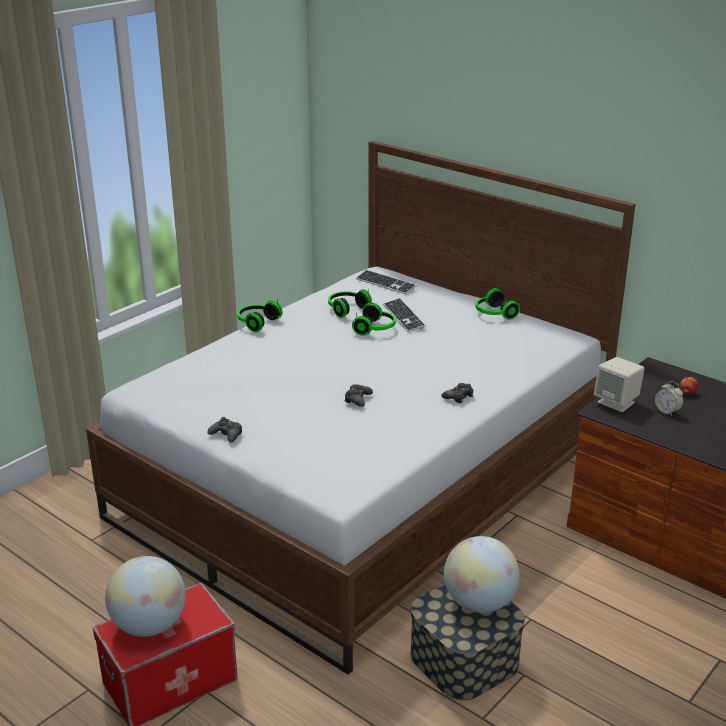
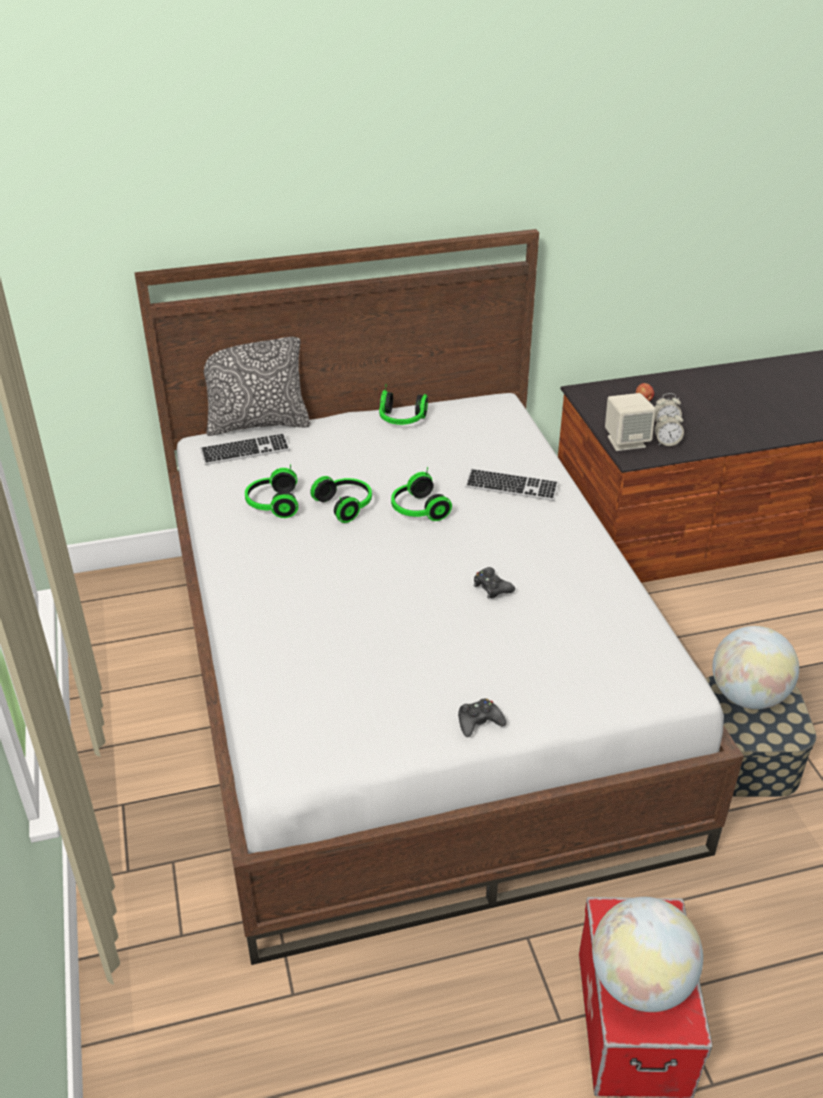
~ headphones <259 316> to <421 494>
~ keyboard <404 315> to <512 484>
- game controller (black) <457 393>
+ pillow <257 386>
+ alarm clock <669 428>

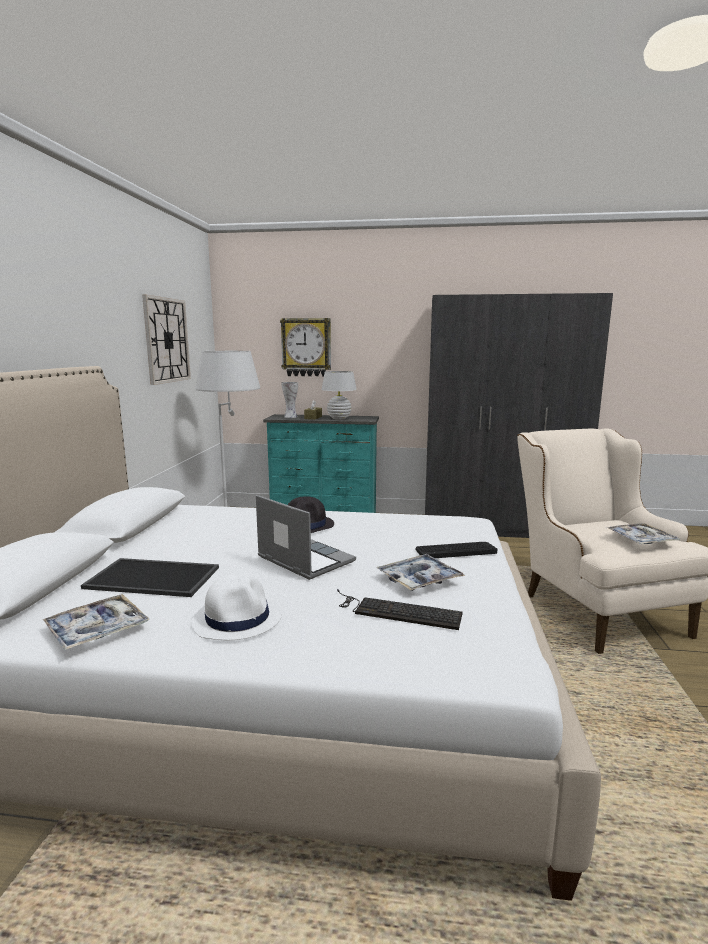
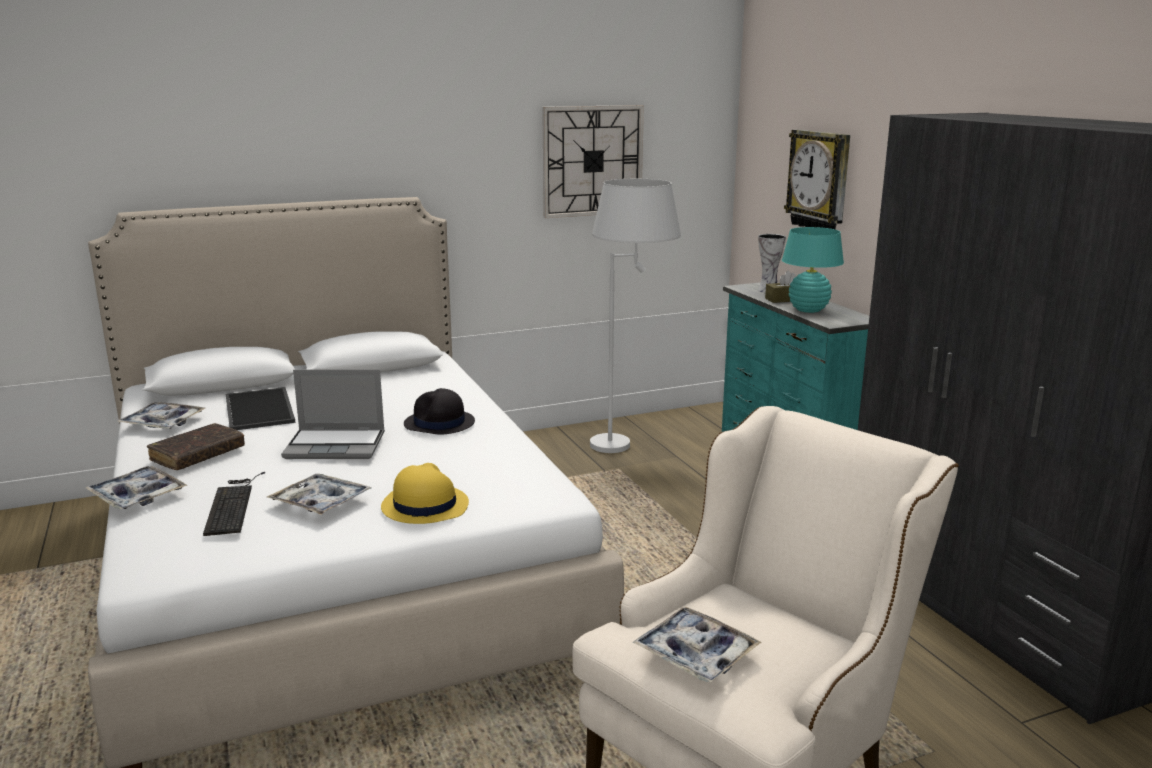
~ hat (white) <237 607> to book (brown) <196 446>
~ laptop <306 537> = <333 414> 75 degrees clockwise
~ table lamp (white) <339 395> to table lamp (turquoise) <813 270>
~ keyboard <456 550> to hat (yellow) <425 493>
+ tray <136 487>

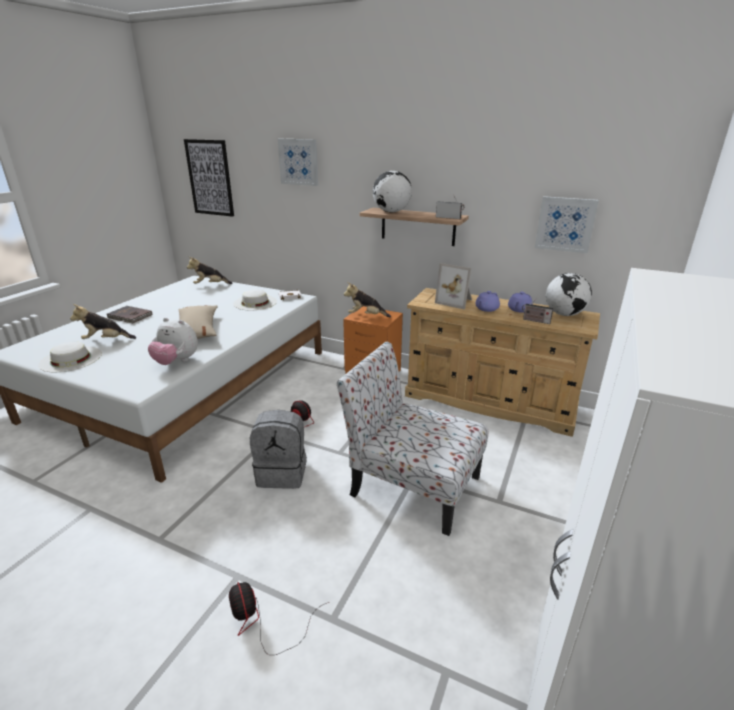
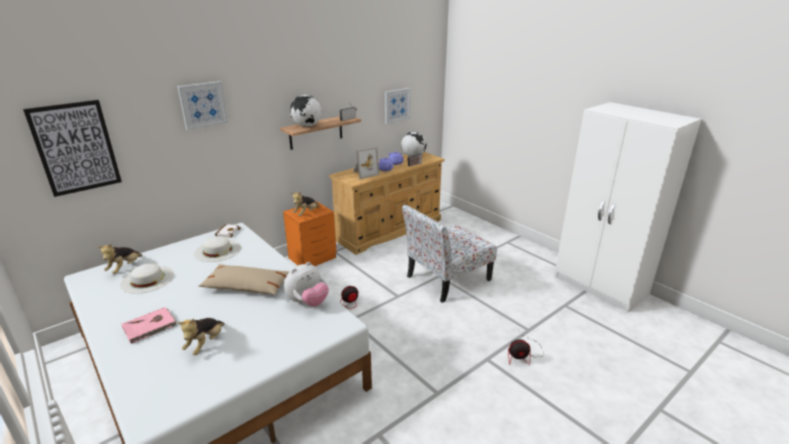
~ hat (white) <70 357> to <147 278>
~ book (brown) <129 315> to book (pink) <149 325>
- backpack (grey) <278 449>

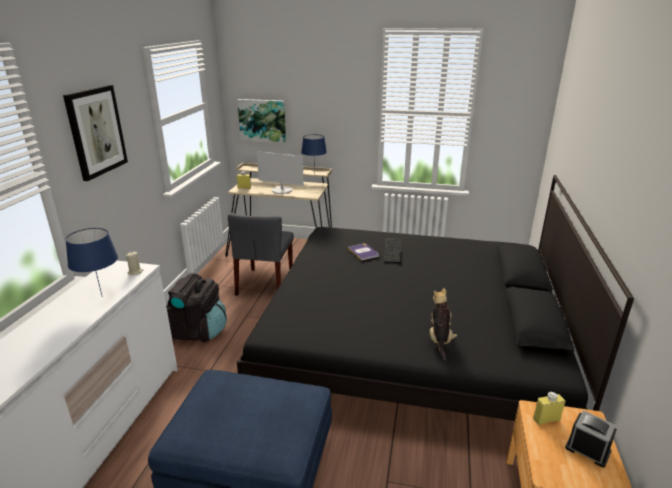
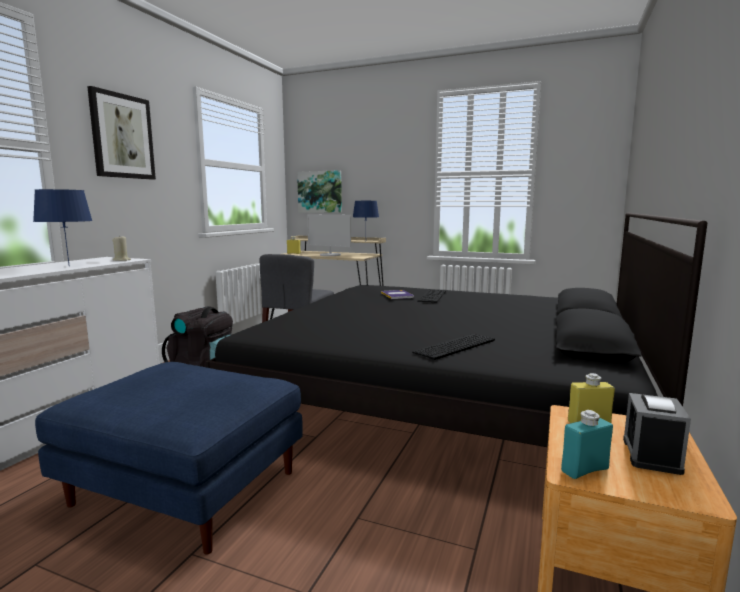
~ plush toy <443 324> to keyboard <453 347>
~ alarm clock <591 439> = <657 434> 120 degrees counterclockwise
+ bottle (turquoise) <587 444>

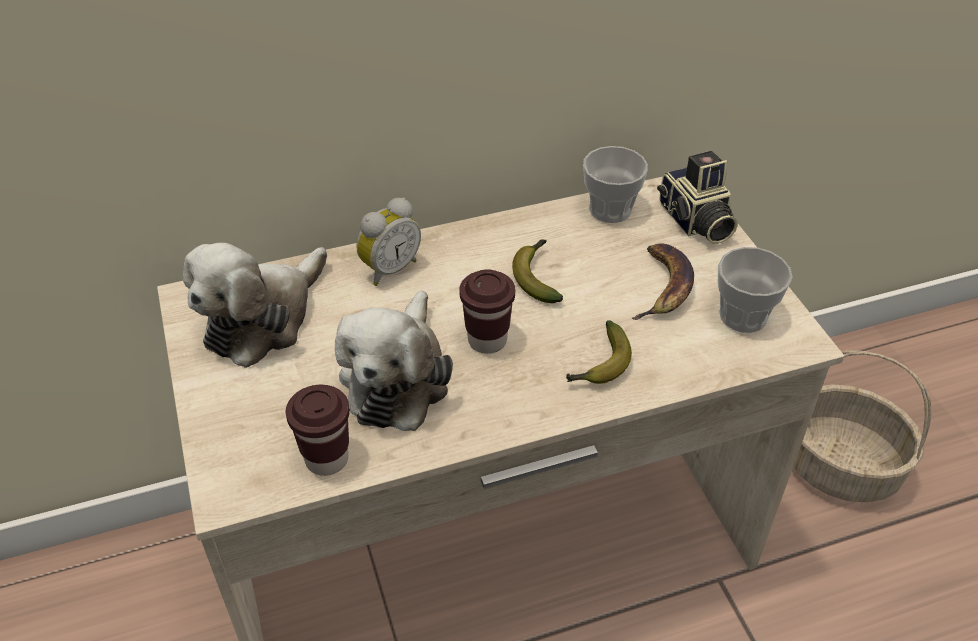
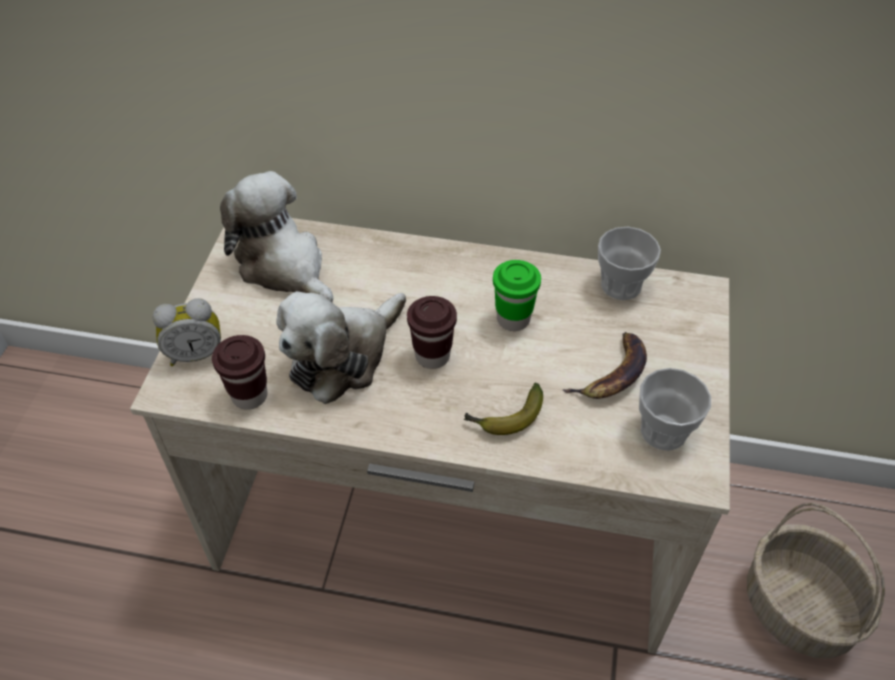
~ plush toy <255 305> = <276 236> 75 degrees clockwise
~ alarm clock <388 242> to <186 332>
~ banana <537 271> to cup (green) <517 295>
- photo camera <697 197>

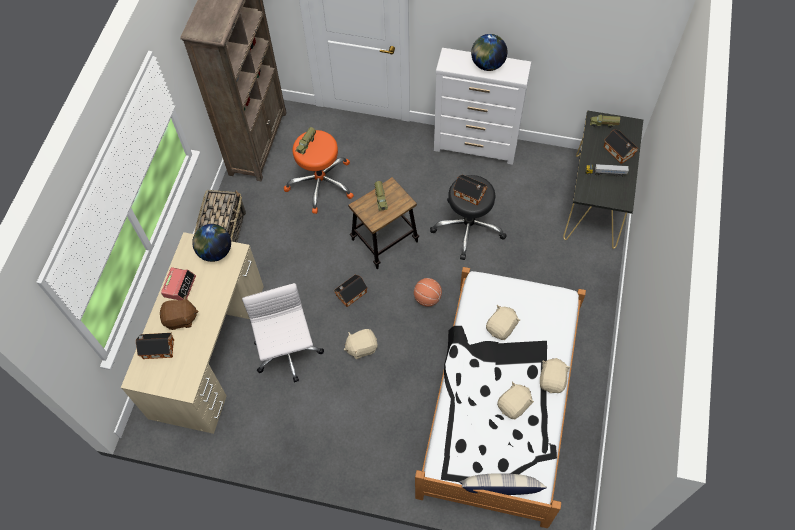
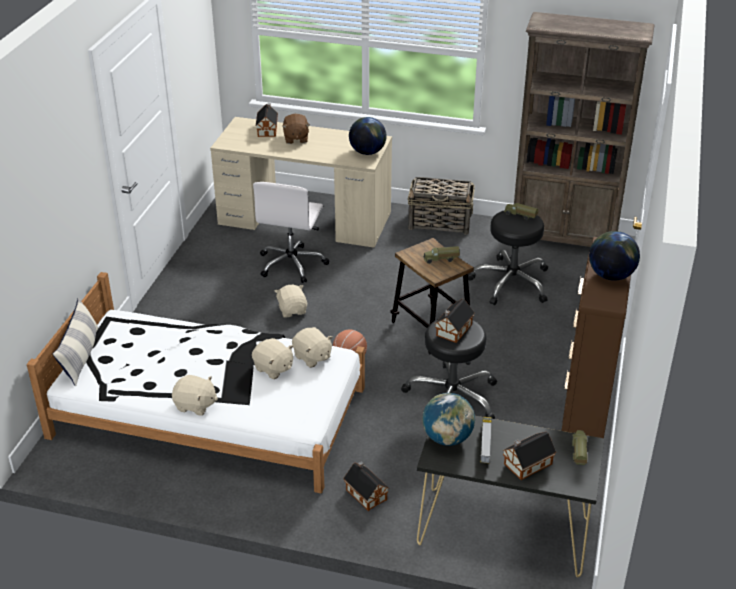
- alarm clock <178 283>
~ office chair (white) <283 332> = <291 232> 120 degrees clockwise
~ stool (orange) <319 172> to stool (black) <508 258>
~ toy house <351 291> to <366 486>
~ dresser (white) <483 106> to dresser (brown) <596 337>
~ plush toy (beige) <515 400> to <312 347>
+ globe <448 419>

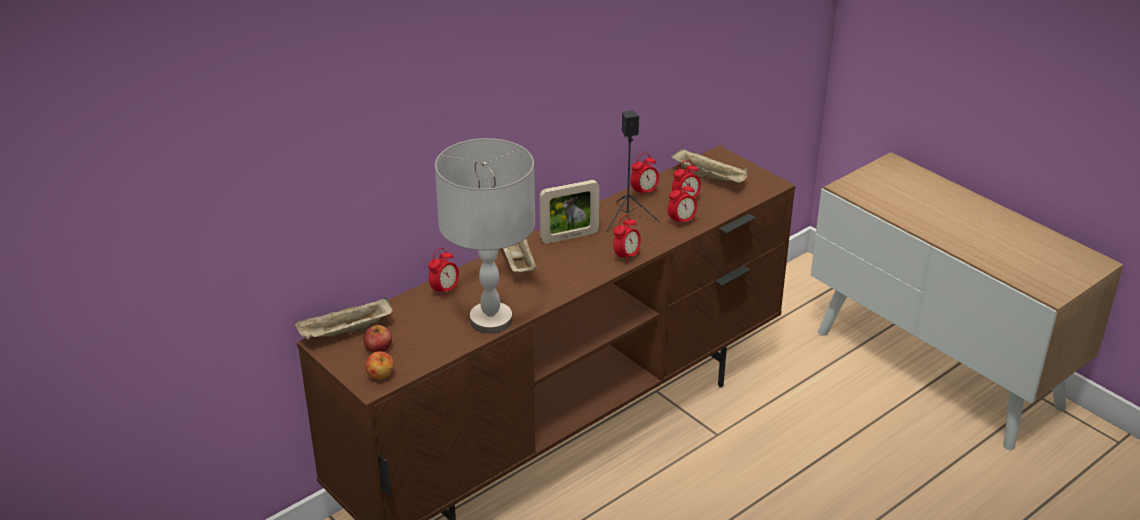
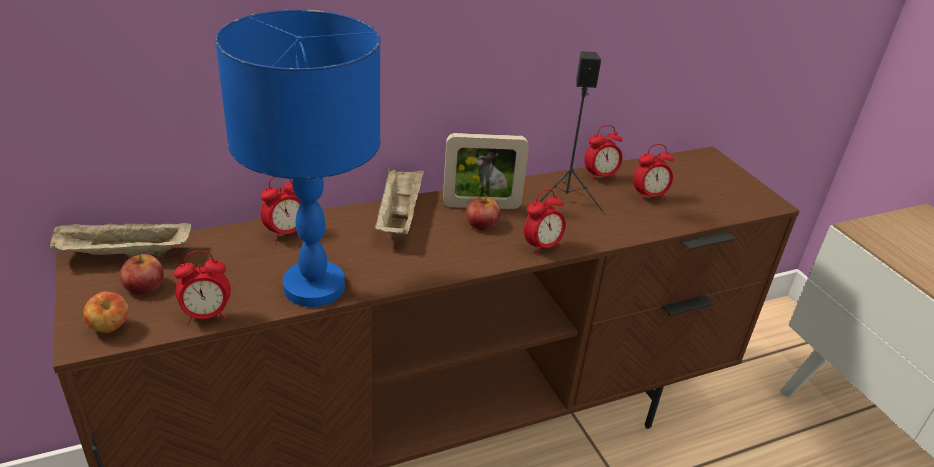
~ table lamp (grey) <485 236> to table lamp (blue) <298 158>
~ alarm clock <682 204> to <202 288>
- tray (beige) <710 166>
+ apple <483 213>

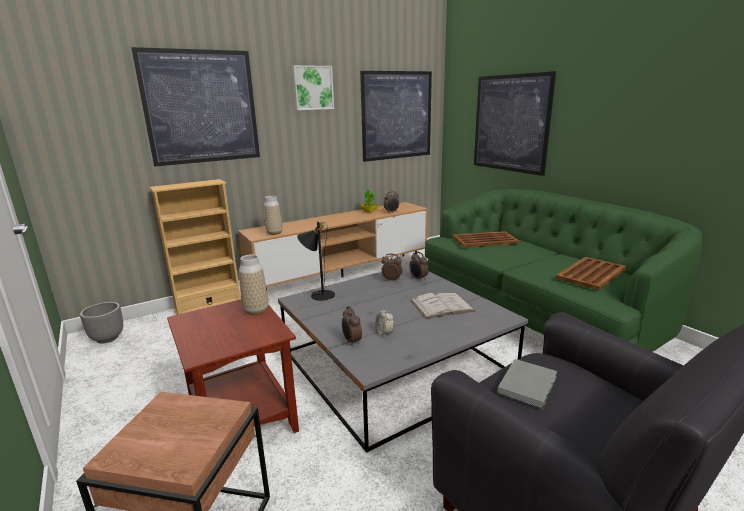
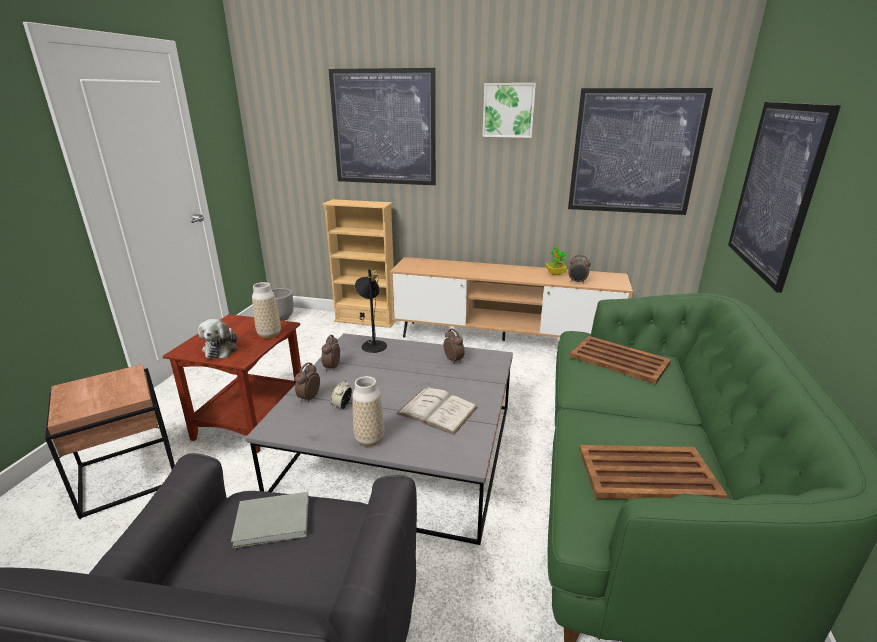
~ vase <273 215> to <368 411>
~ alarm clock <418 266> to <330 353>
+ plush toy <218 339>

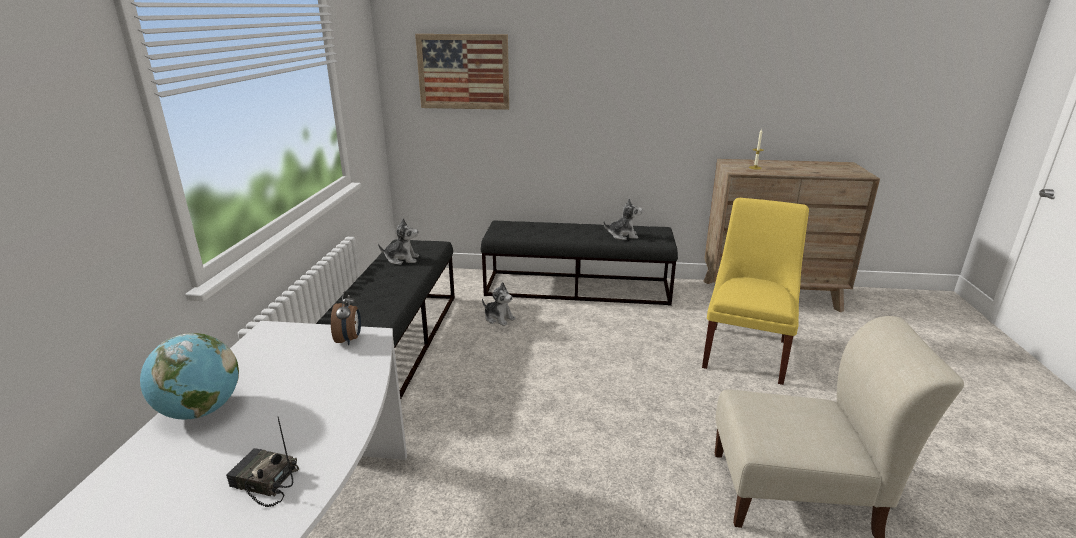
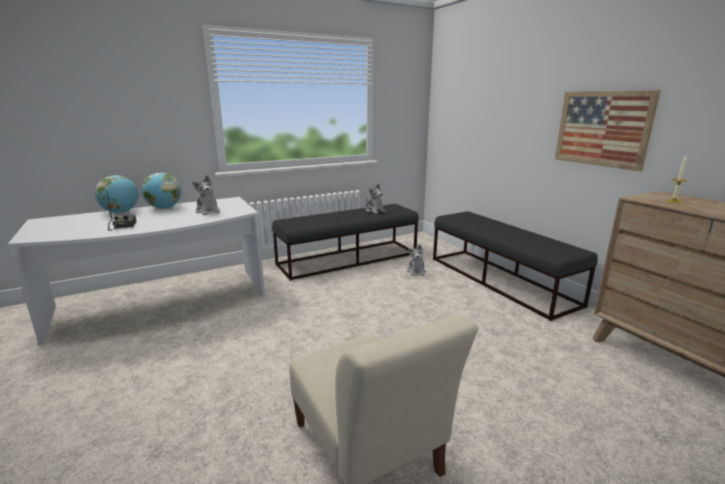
- alarm clock <346 318>
~ picture <462 72> to <608 130>
~ plush toy <623 219> to <206 195>
- chair (yellow) <755 291>
+ globe <116 194>

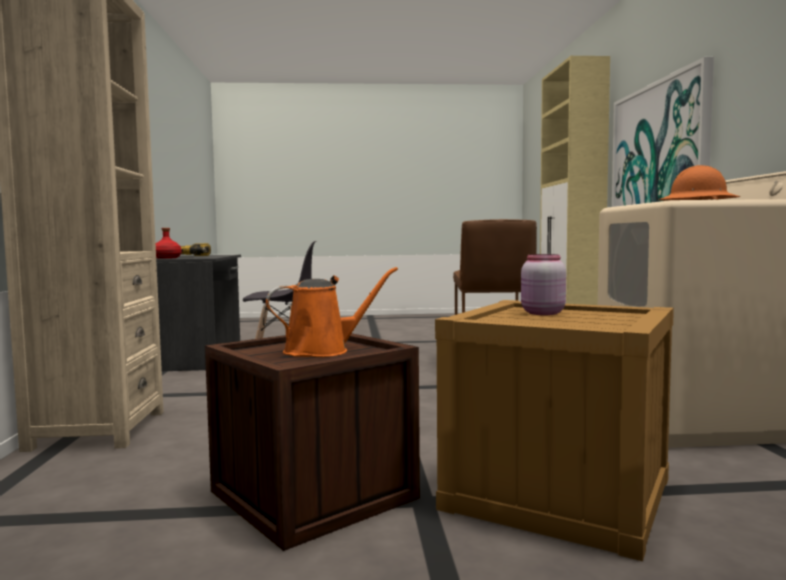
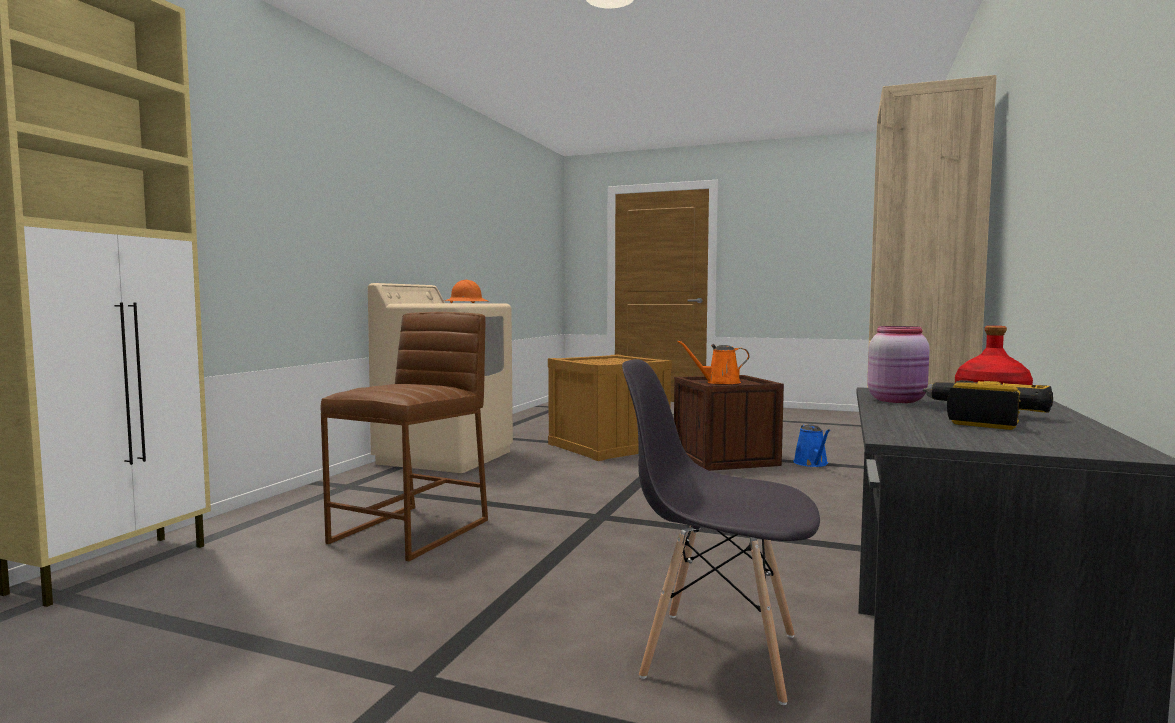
~ jar (pink) <543 284> to <899 364>
- picture <663 132>
+ watering can (blue) <811 445>

